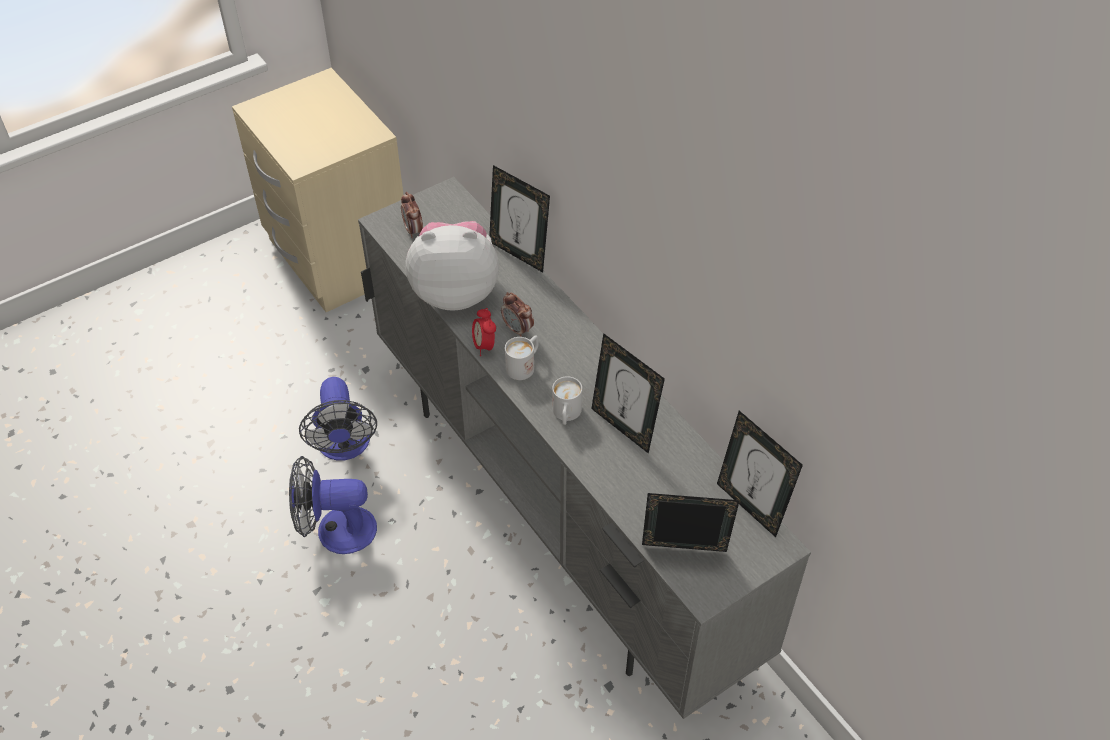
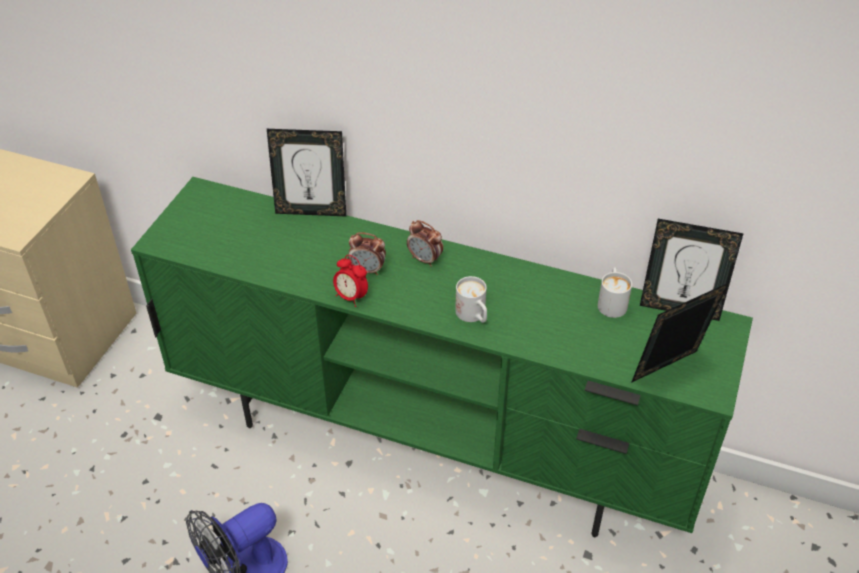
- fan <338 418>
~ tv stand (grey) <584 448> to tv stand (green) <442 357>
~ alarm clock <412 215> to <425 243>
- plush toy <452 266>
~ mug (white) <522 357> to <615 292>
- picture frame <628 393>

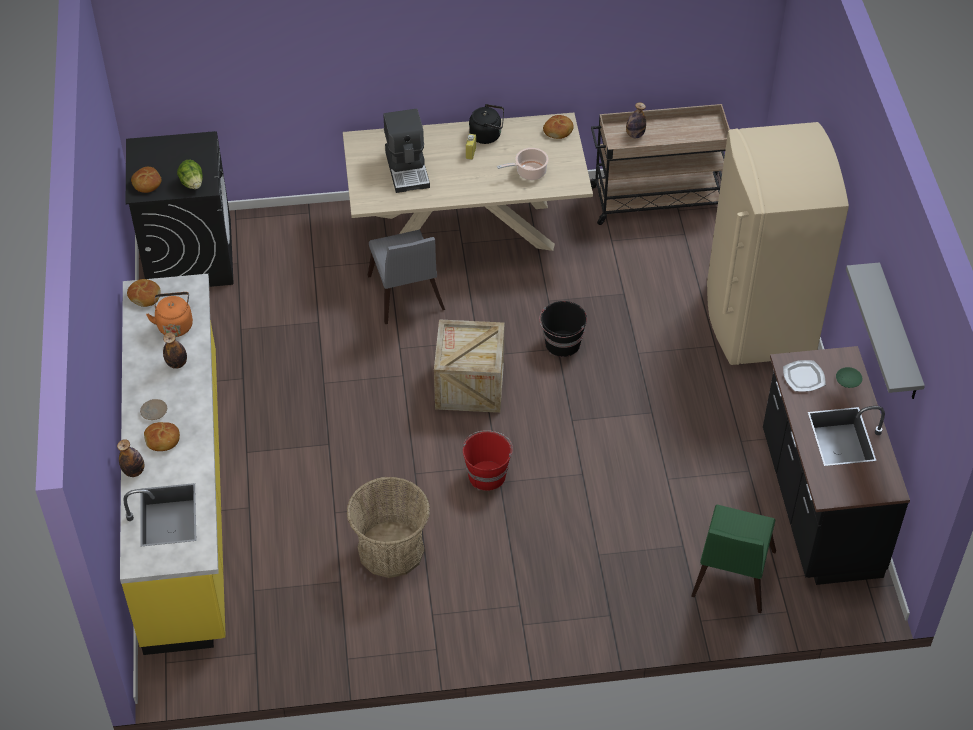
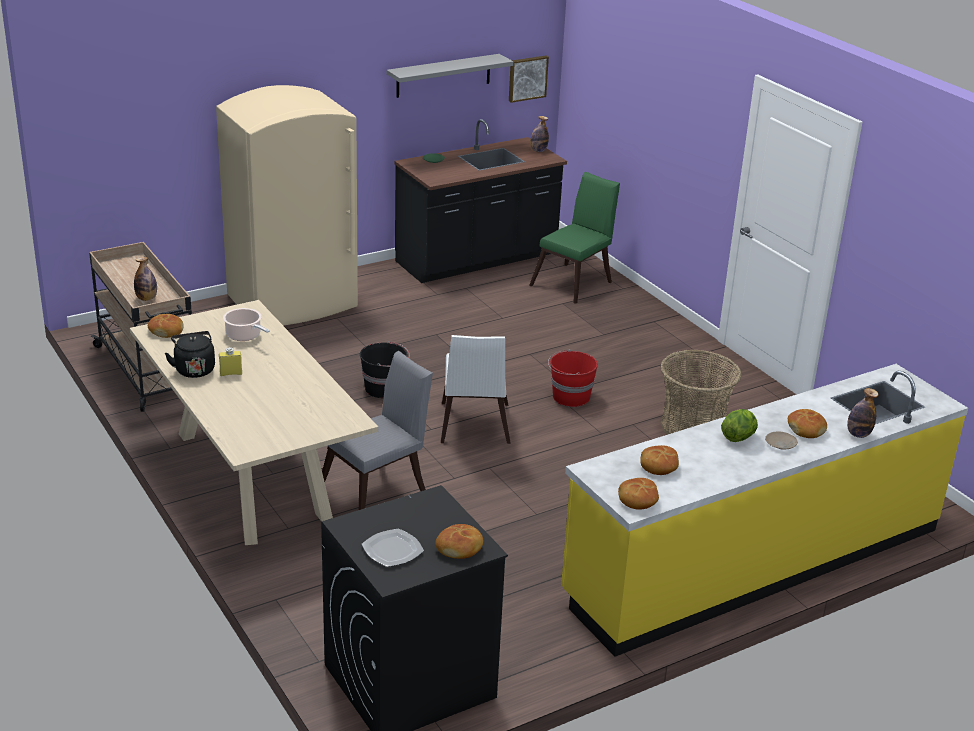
~ kettle (orange) <169 314> to bread <659 460>
~ bottle <175 351> to <539 134>
~ lettuce <190 174> to <739 425>
- coffee machine <406 151>
~ crate <469 366> to chair (white) <475 389>
~ chair (green) <733 559> = <574 237> 45 degrees counterclockwise
~ plate <804 376> to <393 547>
+ picture <529 79>

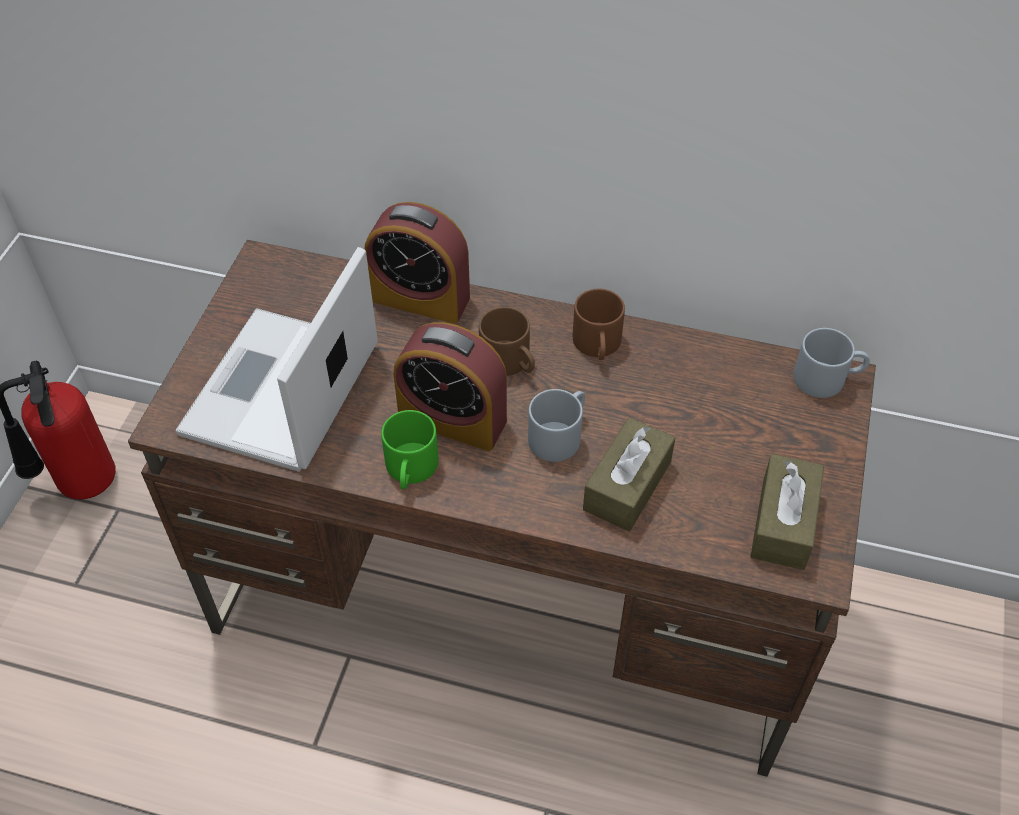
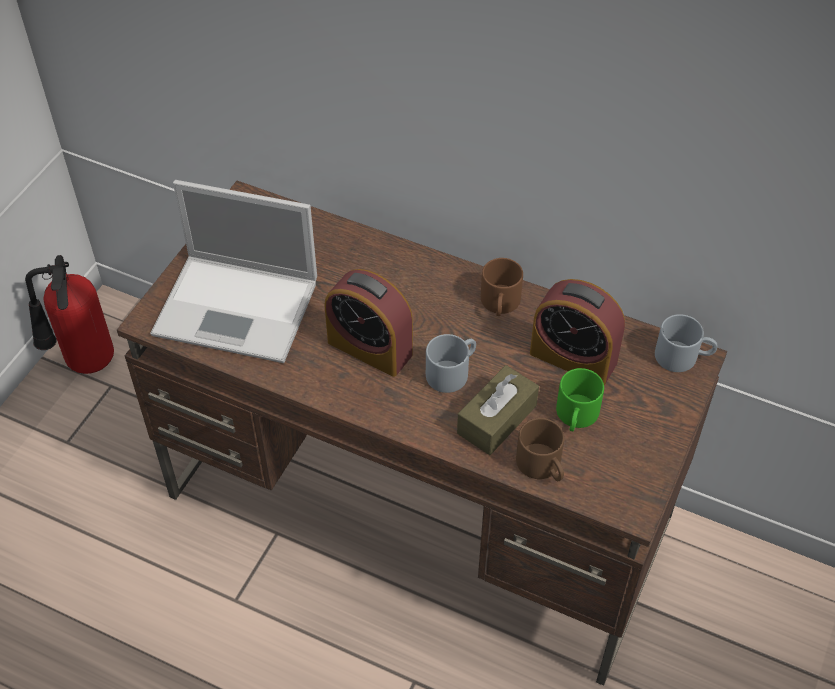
~ laptop <277 359> = <233 271> 105 degrees counterclockwise
~ alarm clock <417 263> to <577 332>
~ mug (green) <410 449> to <580 399>
~ mug (brown) <507 341> to <540 449>
- tissue box (brown) <787 512>

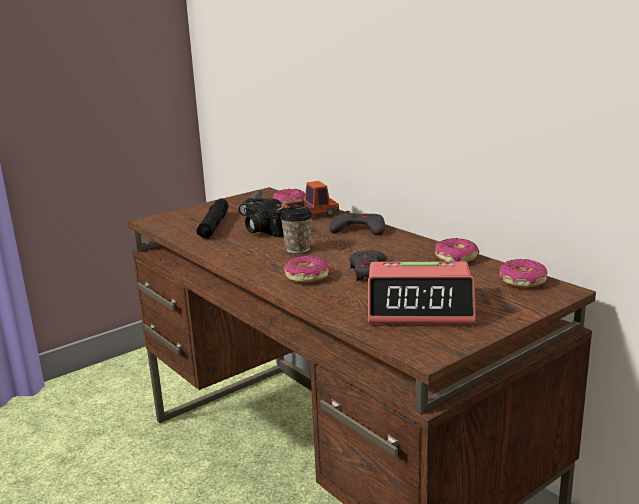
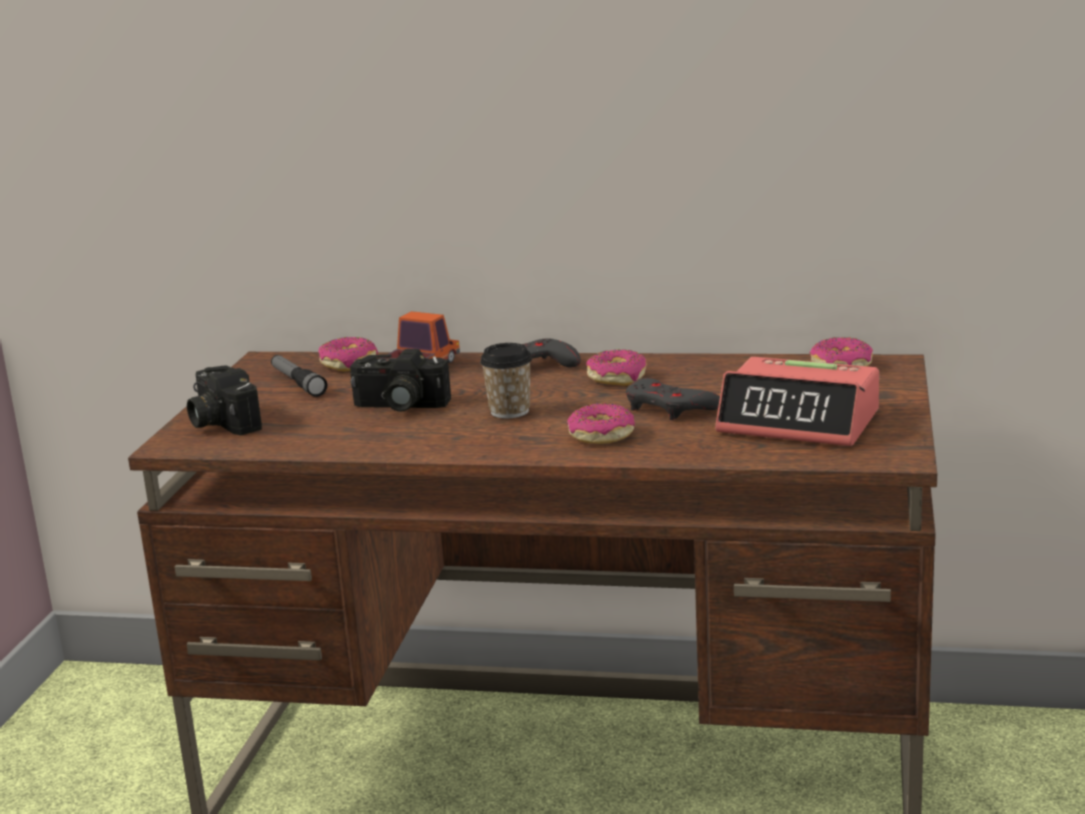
- flashlight (black) <212 218>
~ alarm clock <422 293> = <797 401> 60 degrees clockwise
~ donut <457 250> to <616 367>
+ photo camera <224 400>

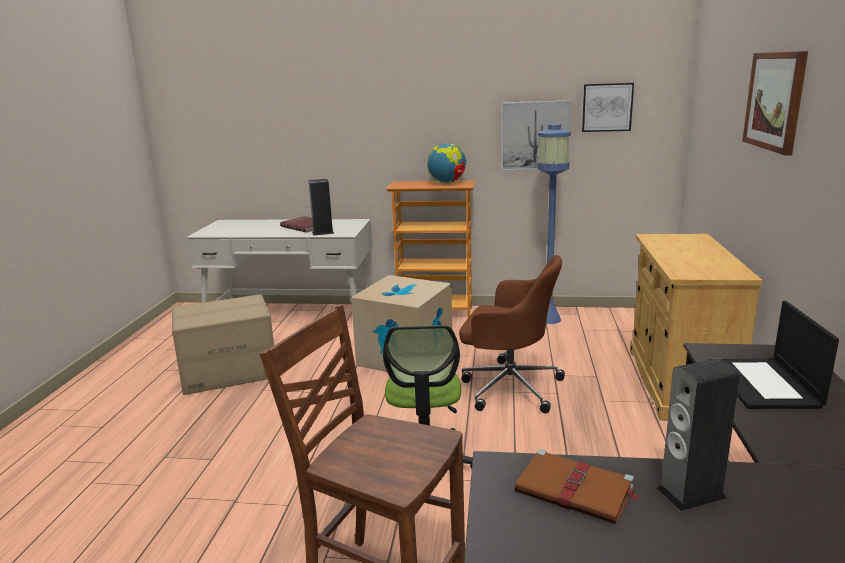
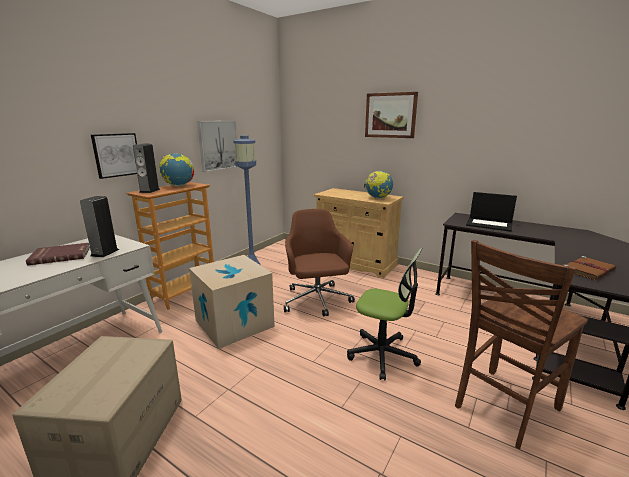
~ office chair (brown) <512 334> = <319 262> 60 degrees counterclockwise
~ picture <608 107> to <114 156>
~ speaker <698 434> to <146 168>
+ globe <378 185>

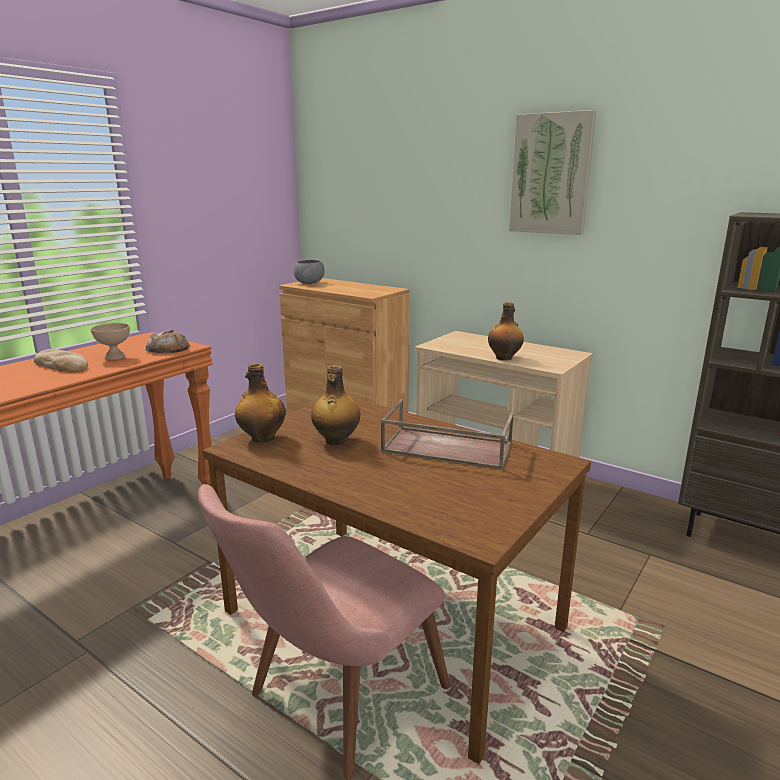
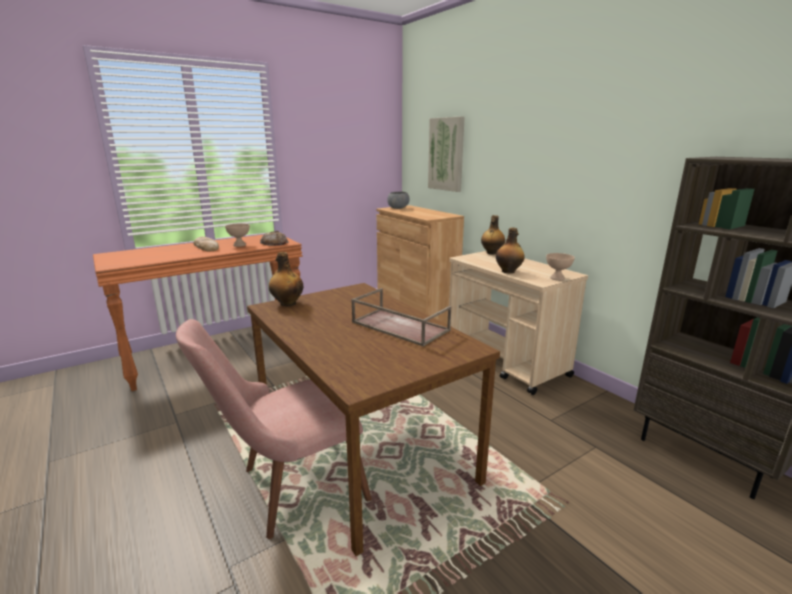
~ bottle <335 405> to <493 235>
~ picture <552 172> to <446 154>
+ bowl (beige) <560 267>

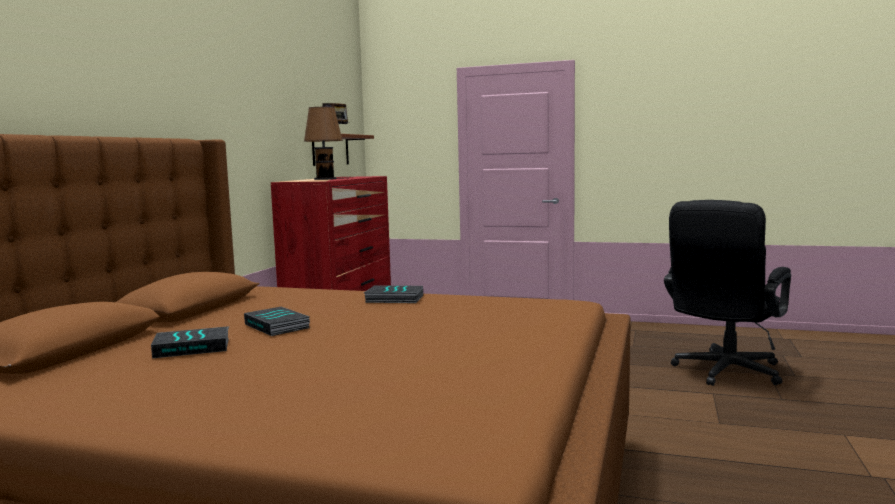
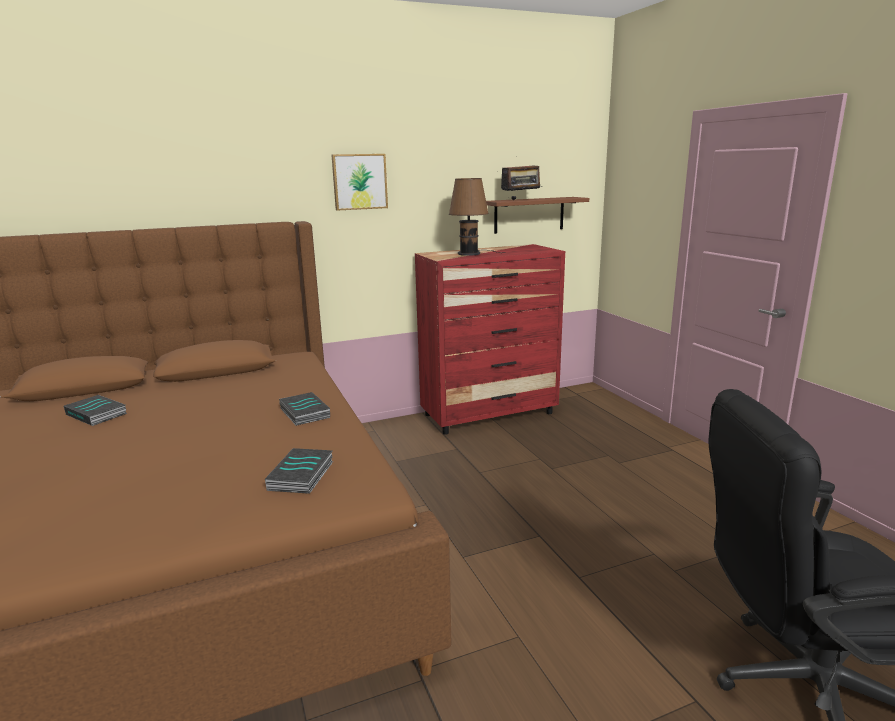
~ book <277 321> to <299 471>
+ picture <360 182>

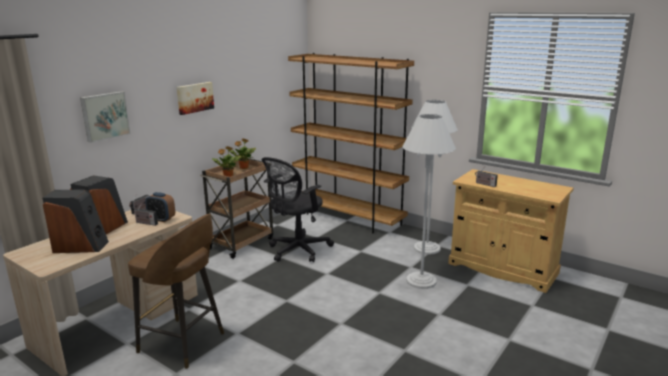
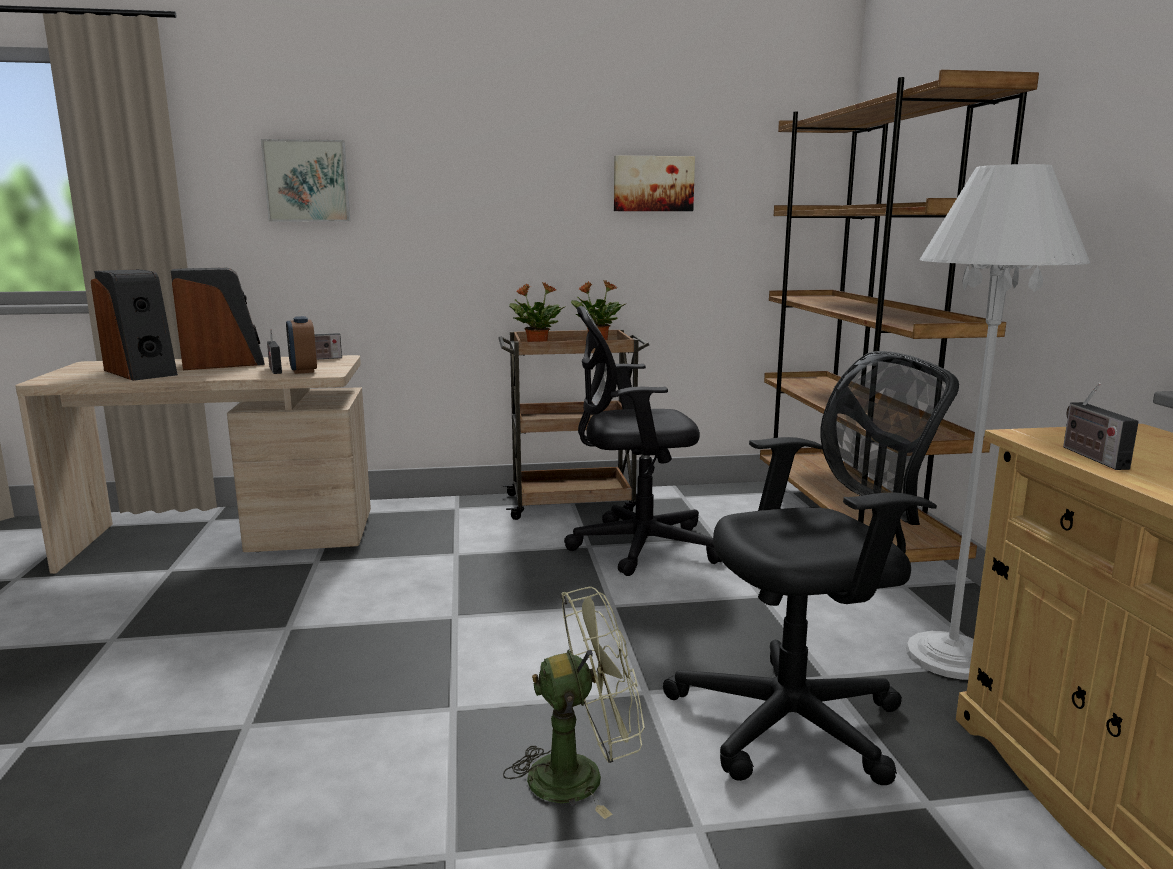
- stool (brown) <176 291>
~ picture <195 98> to <654 183>
~ floor lamp (white) <429 201> to office chair (black) <811 568>
+ fan (green) <574 703>

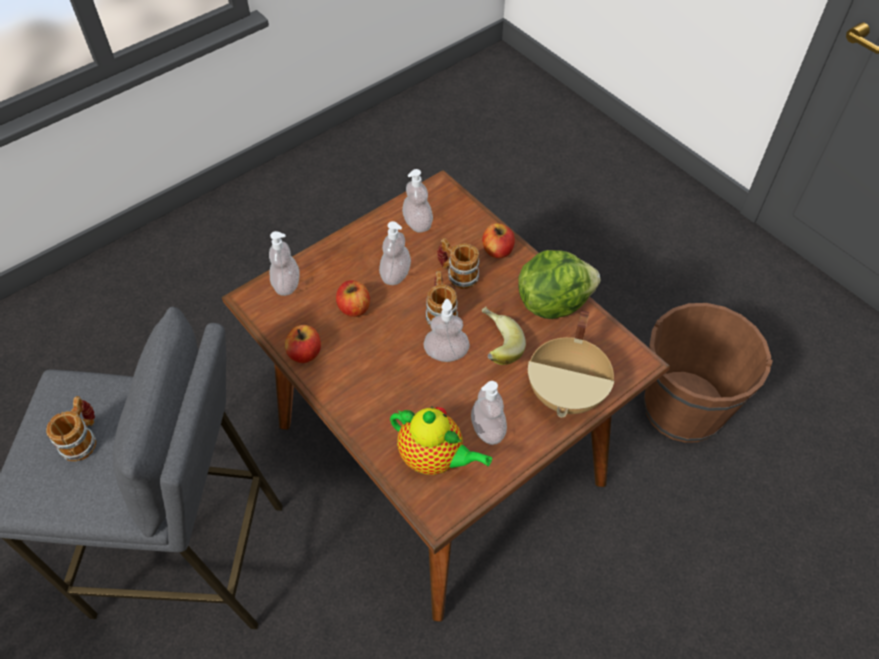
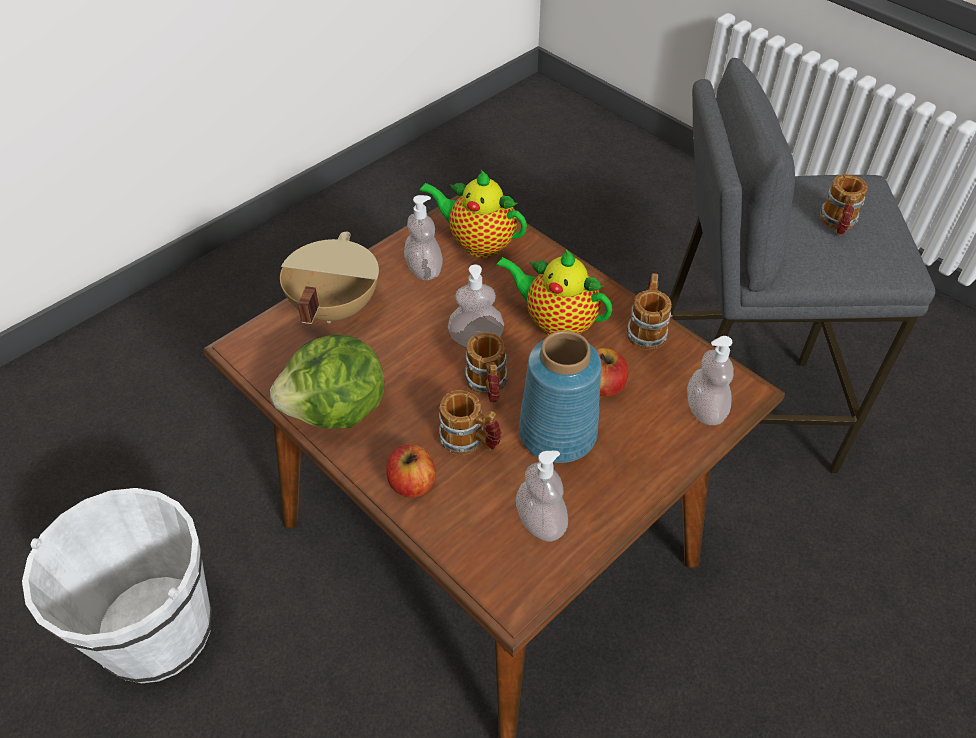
~ apple <303 344> to mug <649 311>
~ soap dispenser <395 253> to vase (blue) <560 397>
- banana <503 336>
~ bucket (brown) <708 373> to bucket (white) <117 585>
+ teapot <554 292>

